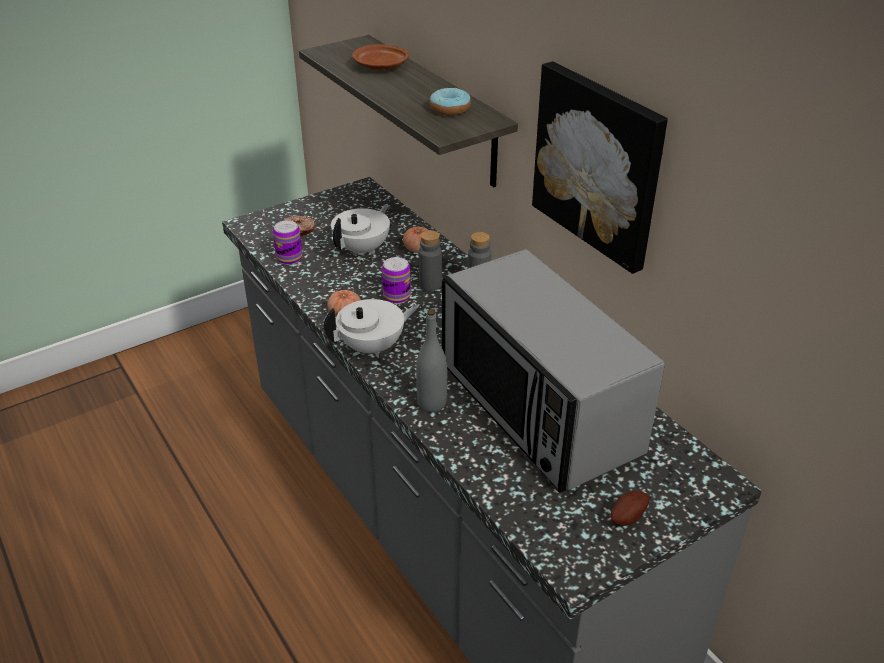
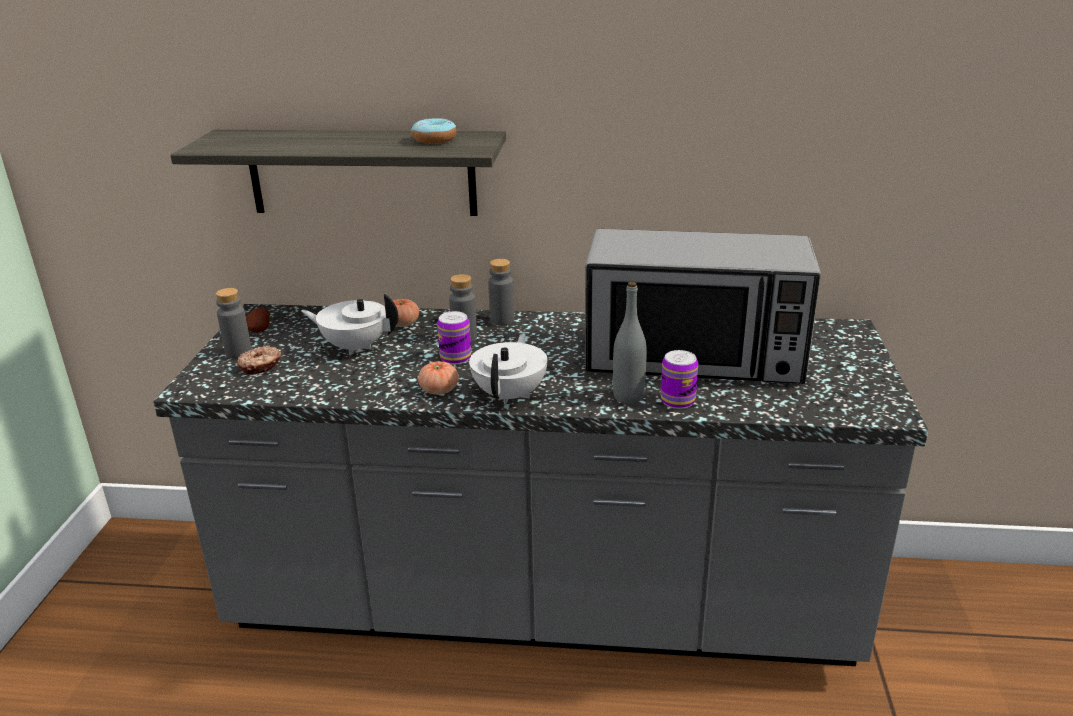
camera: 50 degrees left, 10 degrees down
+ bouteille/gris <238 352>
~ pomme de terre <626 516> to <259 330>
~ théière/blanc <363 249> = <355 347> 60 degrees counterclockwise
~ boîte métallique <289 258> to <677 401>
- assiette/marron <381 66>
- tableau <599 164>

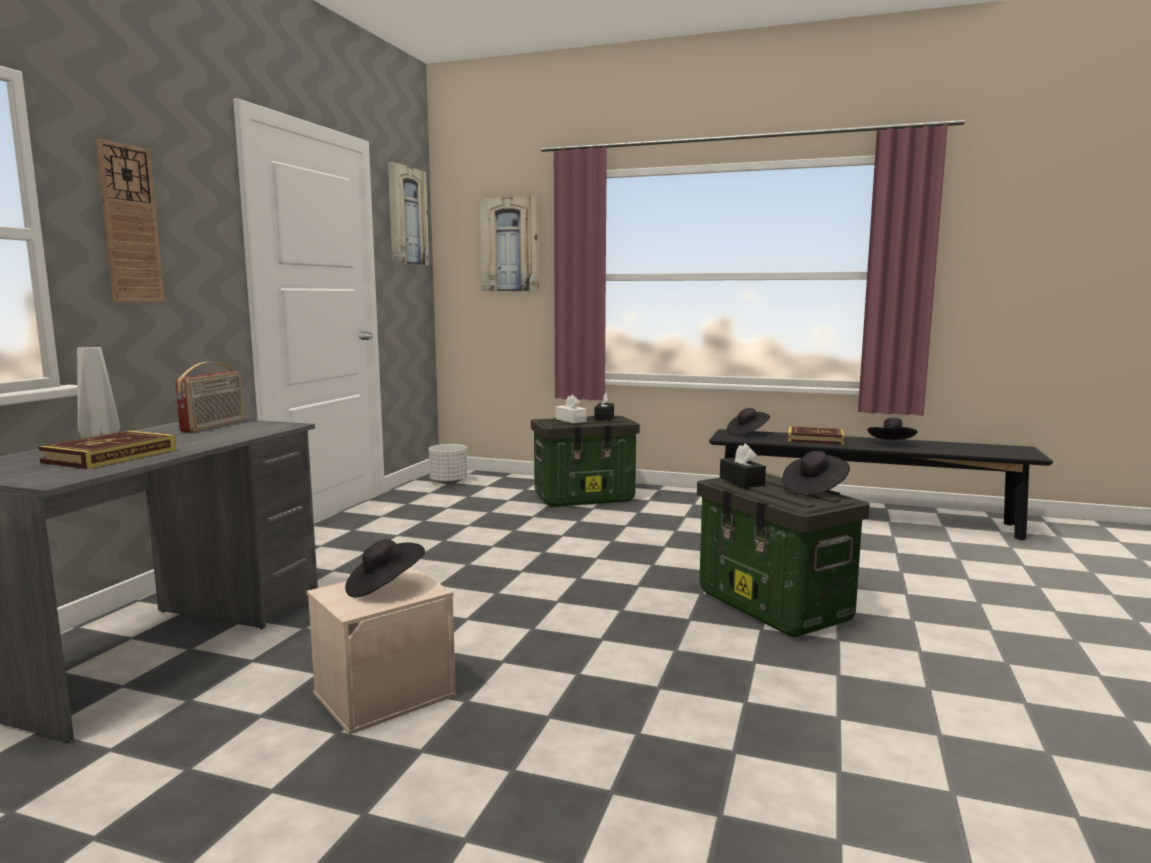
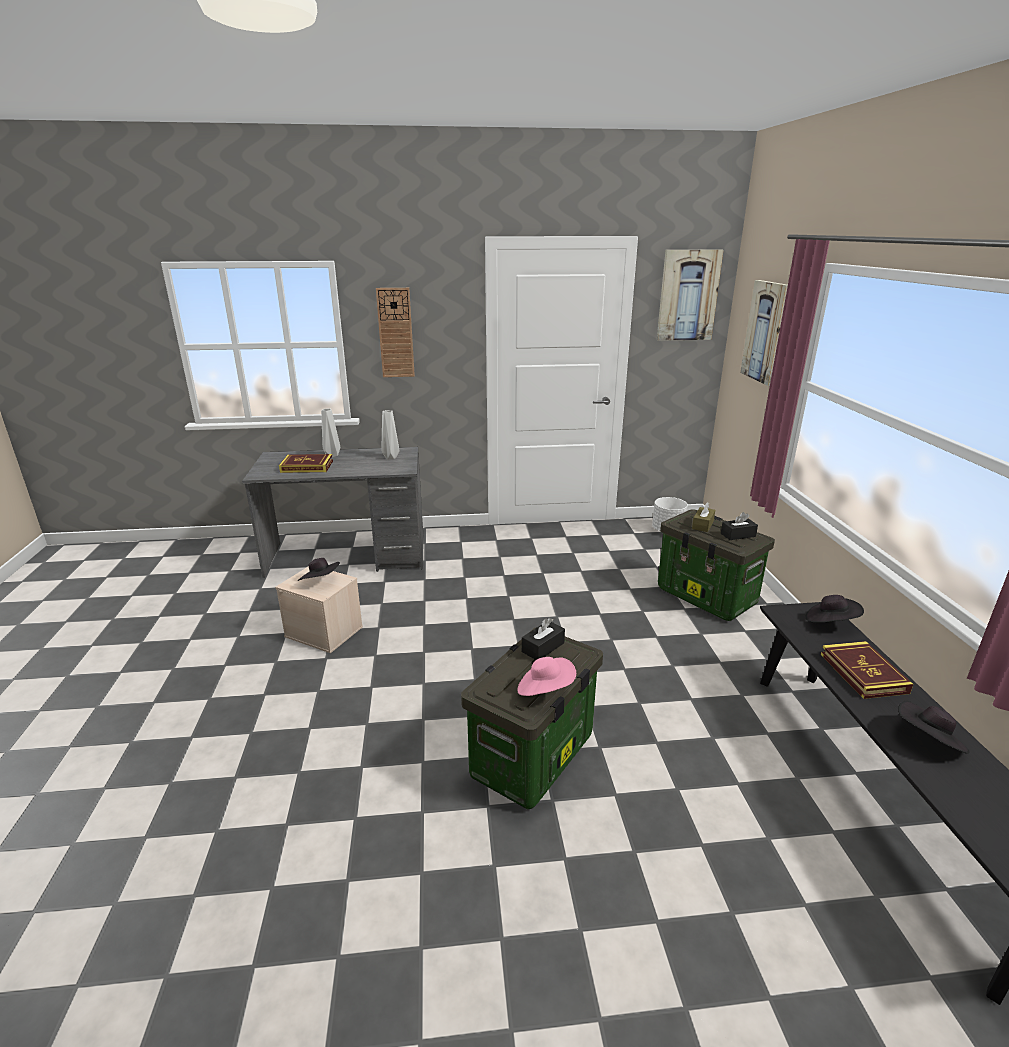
camera: 65 degrees right, 15 degrees up
~ radio <214 426> to vase/gris <391 458>
~ chapeau/noir <814 489> to chapeau/rose <545 690>
~ boîte à mouchoirs/blanc <571 420> to boîte à mouchoirs/marron <702 525>

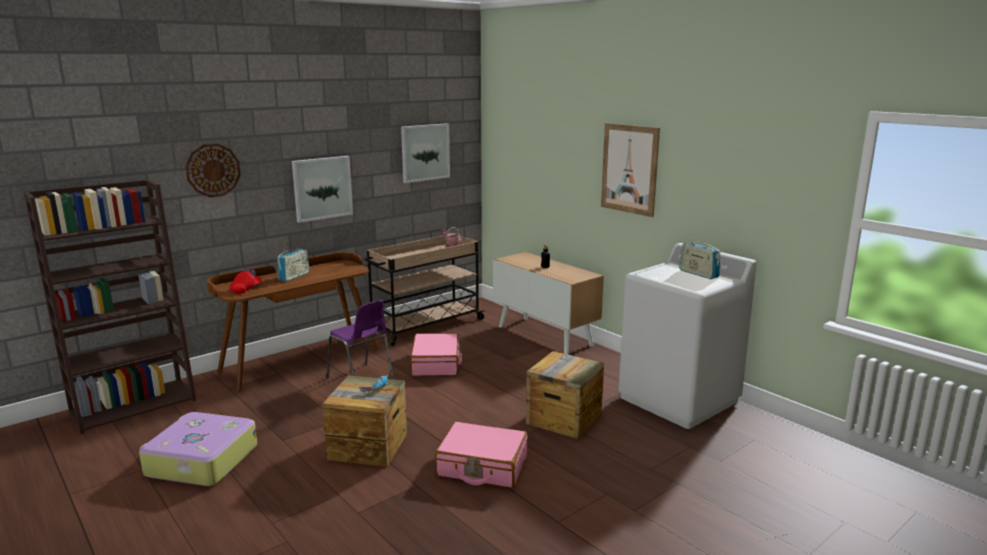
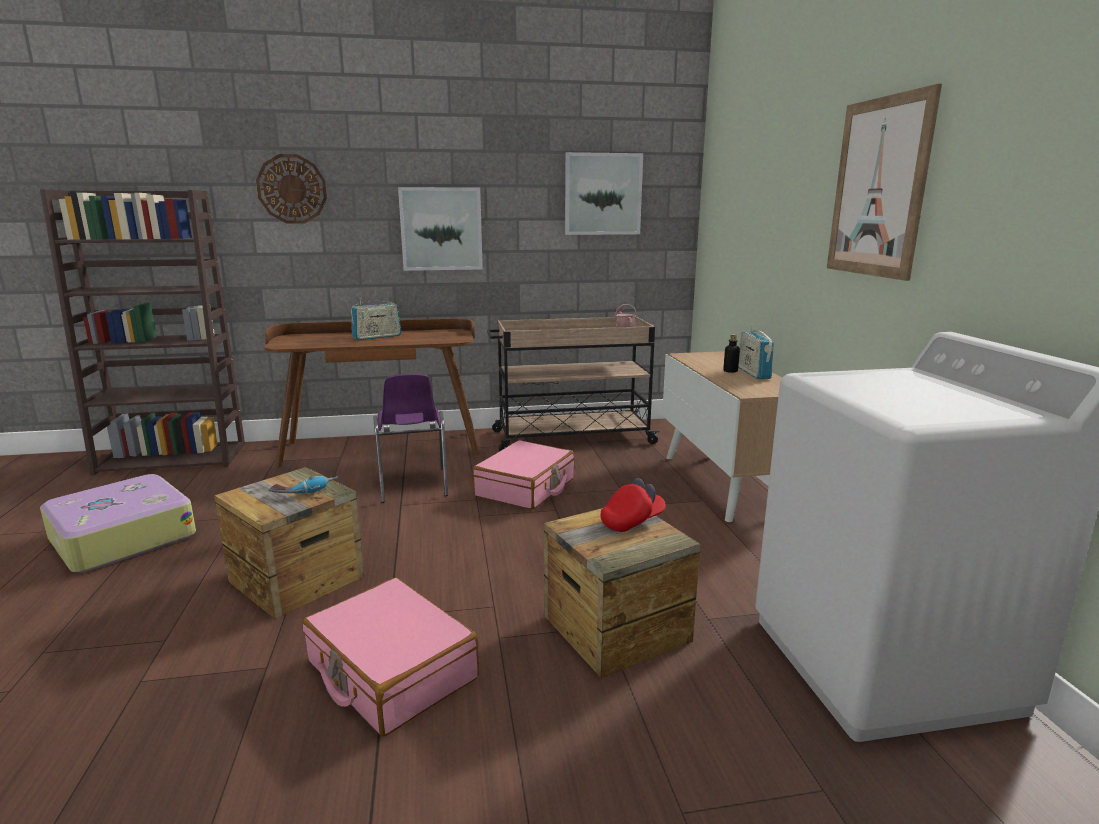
camera: 30 degrees right, 0 degrees up
~ casquette/rouge <246 289> to <632 521>
~ radio <698 274> to <753 373>

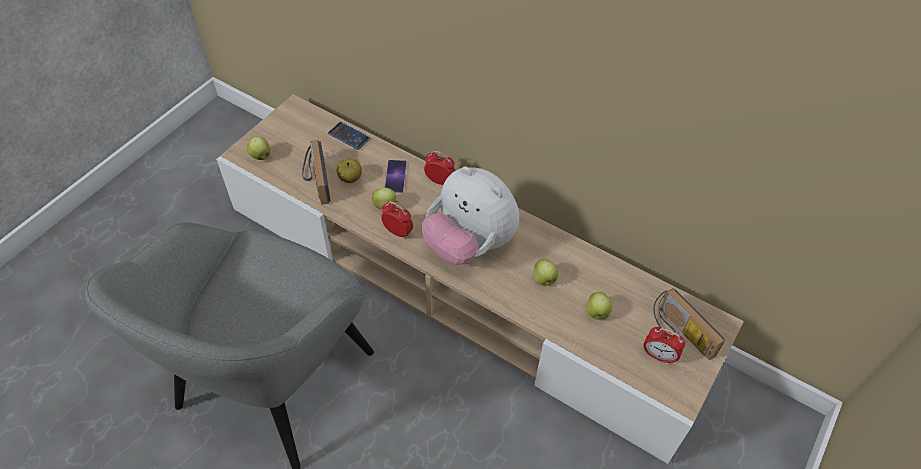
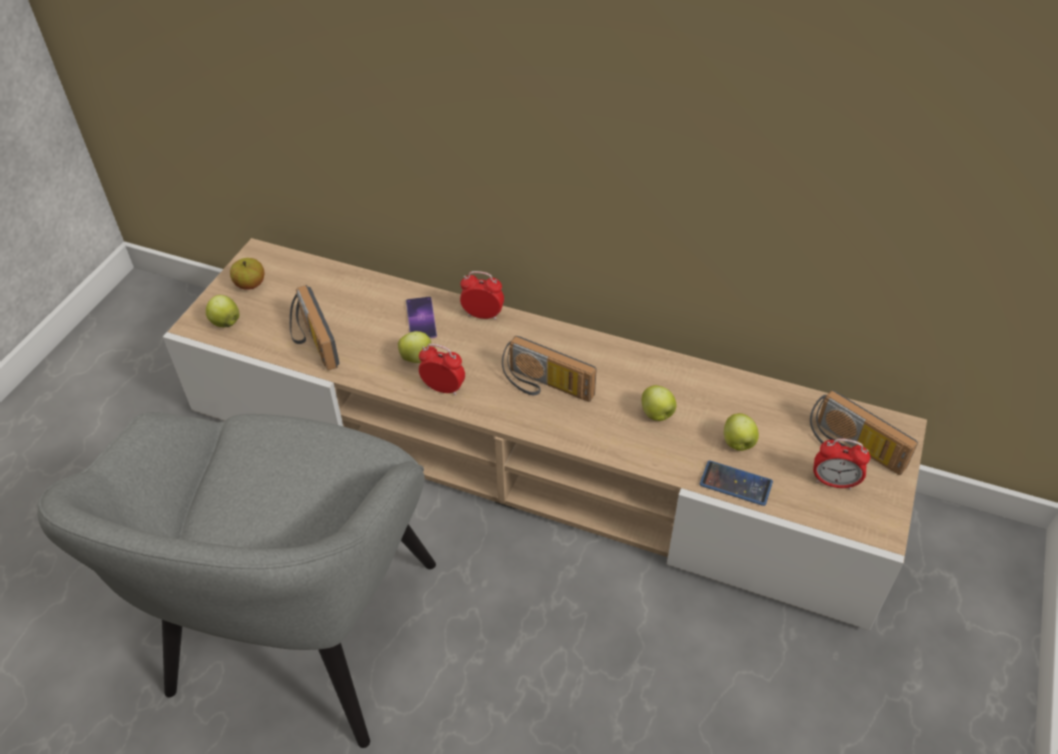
camera: 10 degrees left, 5 degrees down
~ pomme <350 178> to <250 284>
~ peluche <469 244> to radio <544 387>
~ téléphone <349 136> to <735 484>

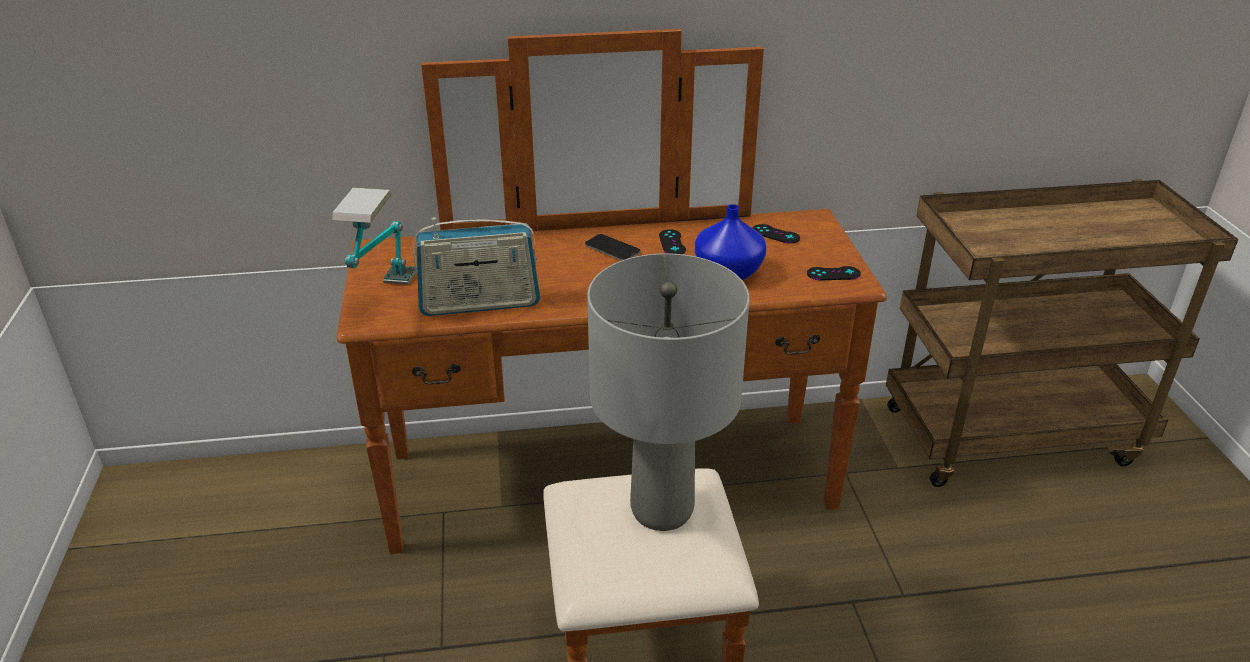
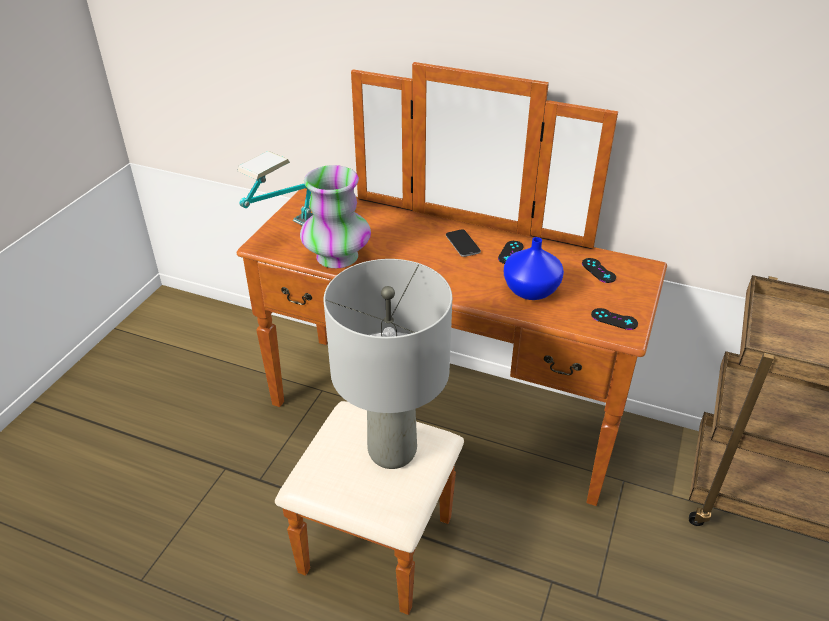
camera: 30 degrees right, 5 degrees up
~ radio <480 304> to vase <337 257>

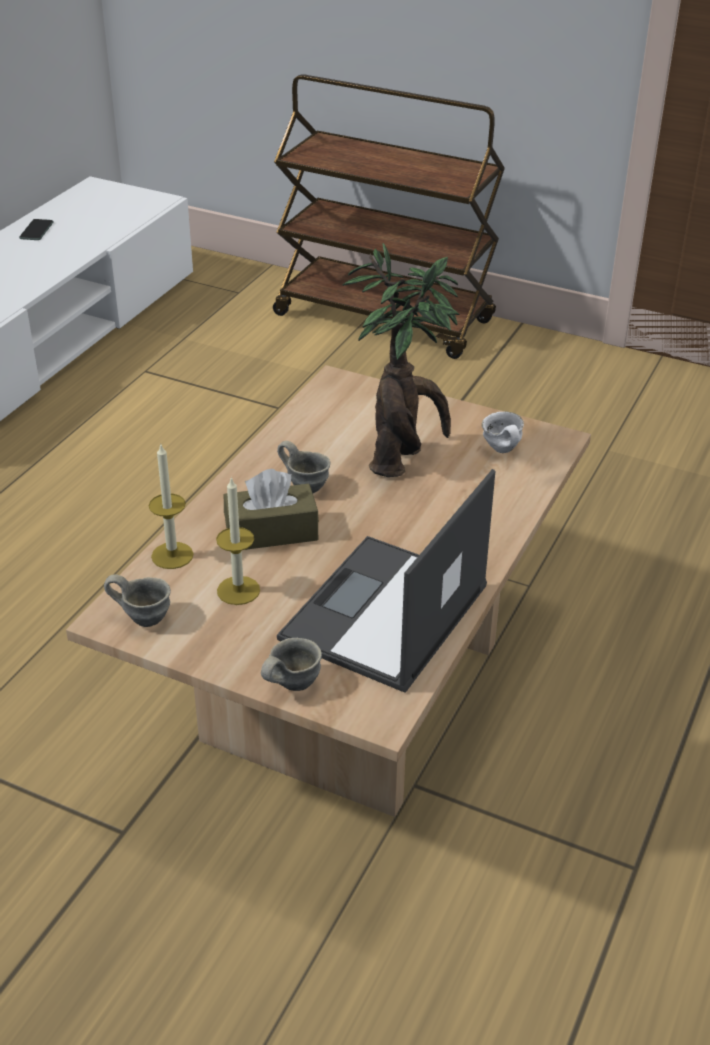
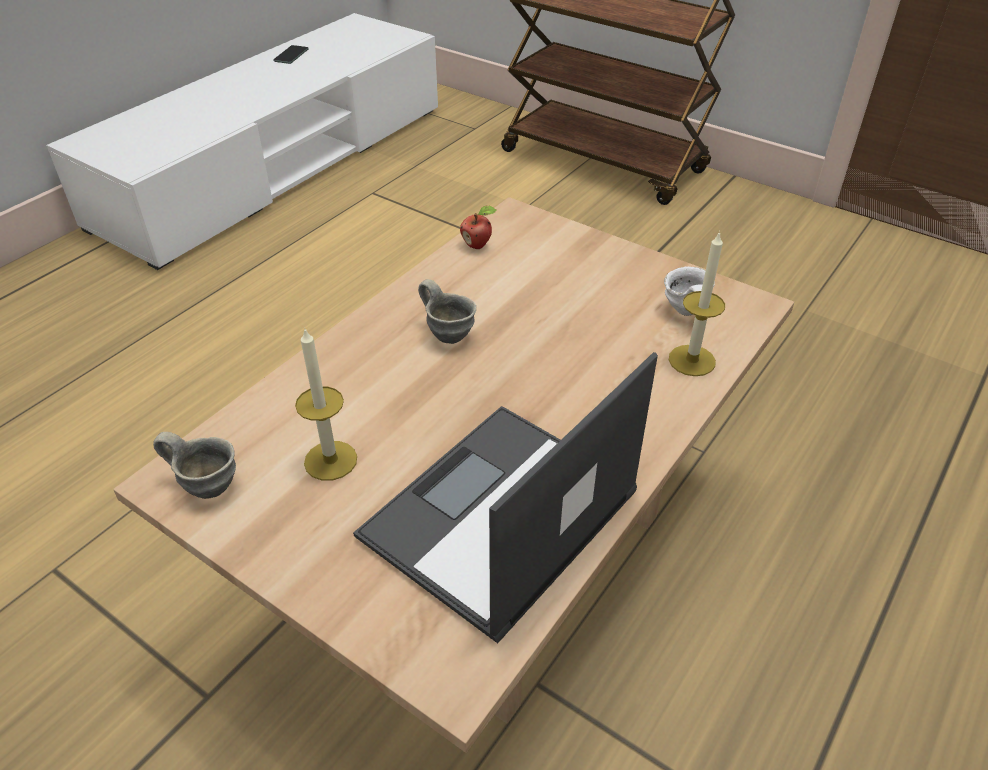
camera: 10 degrees right, 5 degrees up
+ pomme <478 245>
~ bougie <172 555> to <692 360>
- boîte à mouchoirs/marron <271 532>
- mug/gris <290 684>
- plante en pot <403 457>

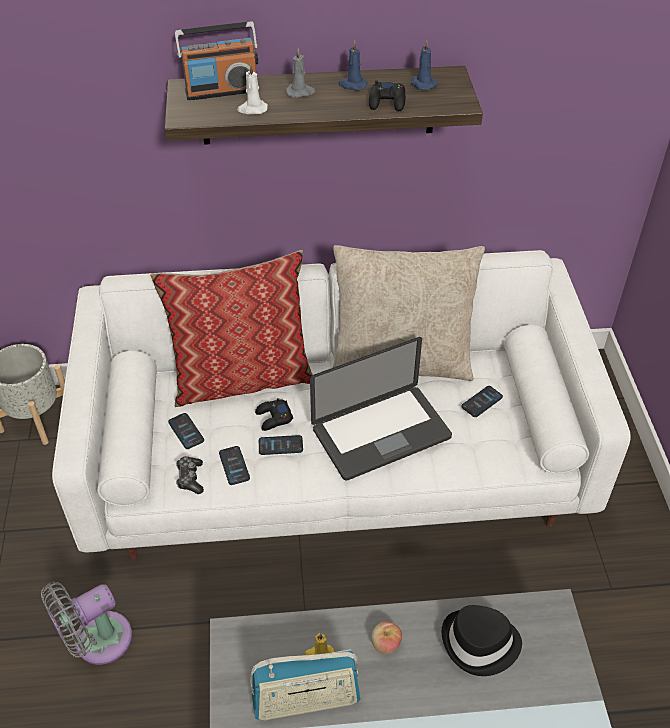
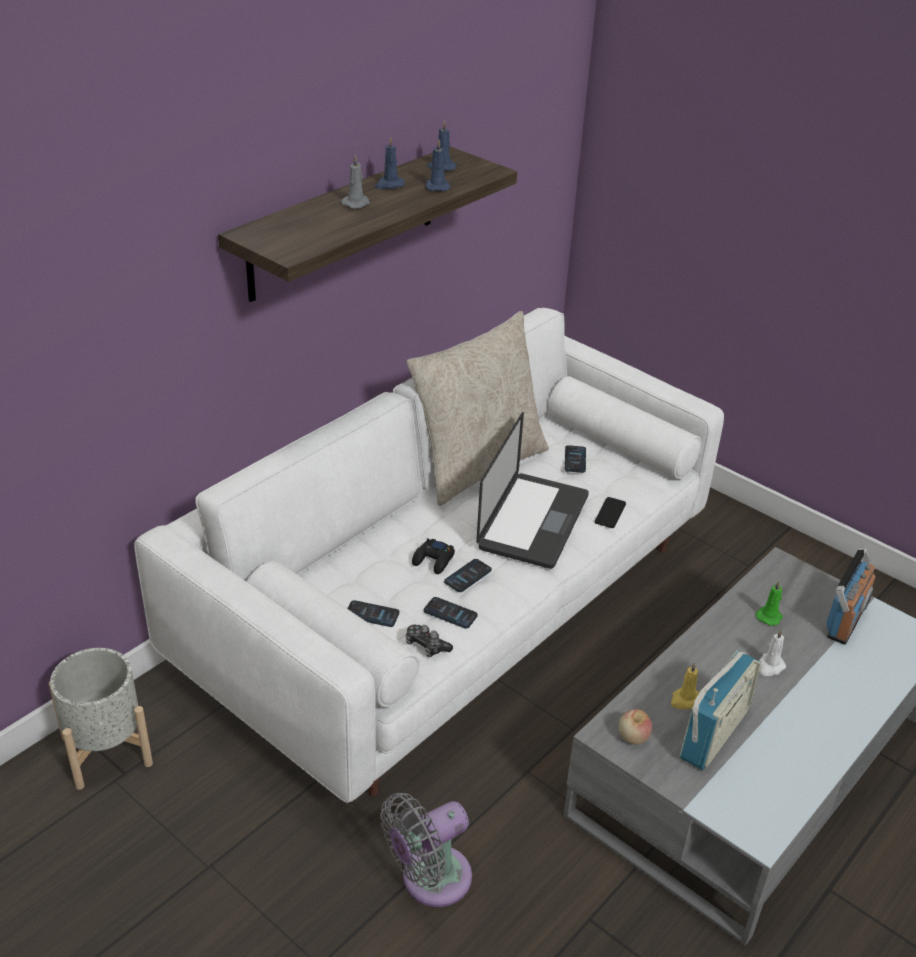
camera: 45 degrees left, 10 degrees down
~ ventilateur/gris <97 641> = <429 880> 45 degrees clockwise
~ manette/noir <387 101> to bougie/bleu <437 186>
+ téléphone <610 513>
~ pomme <385 644> to <633 737>
~ chapeau/noir <480 643> to bougie/vert <769 616>
~ bougie/blanc <252 109> to <770 666>
~ radio <221 91> to <845 620>
- coussin <242 378>

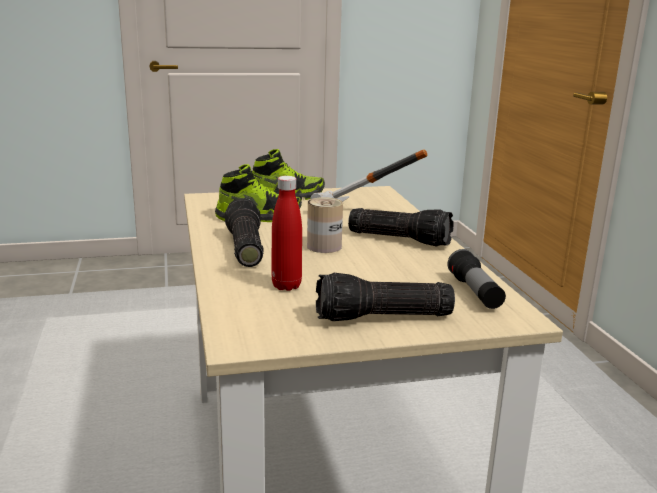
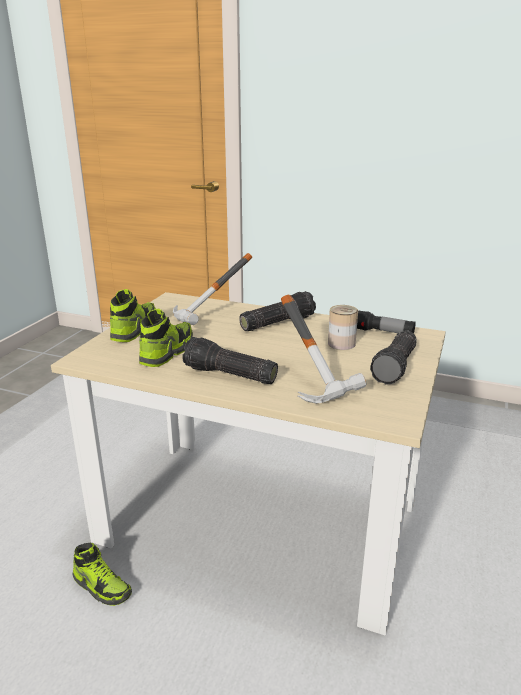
camera: 55 degrees left, 5 degrees up
+ chaussure <102 587>
~ bouteille/rouge <286 286> to marteau <320 380>
~ boîte métallique <324 246> to <341 344>

